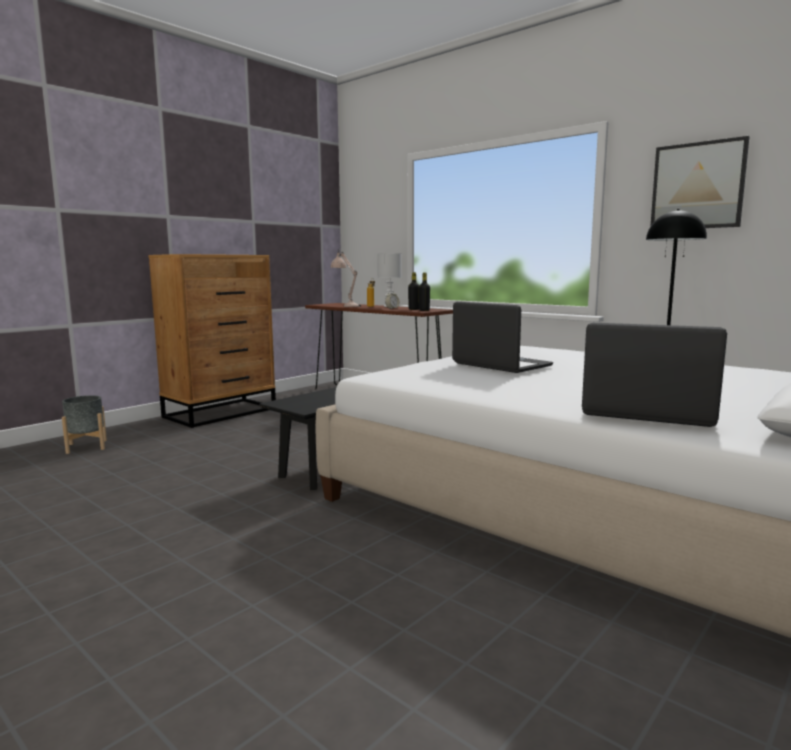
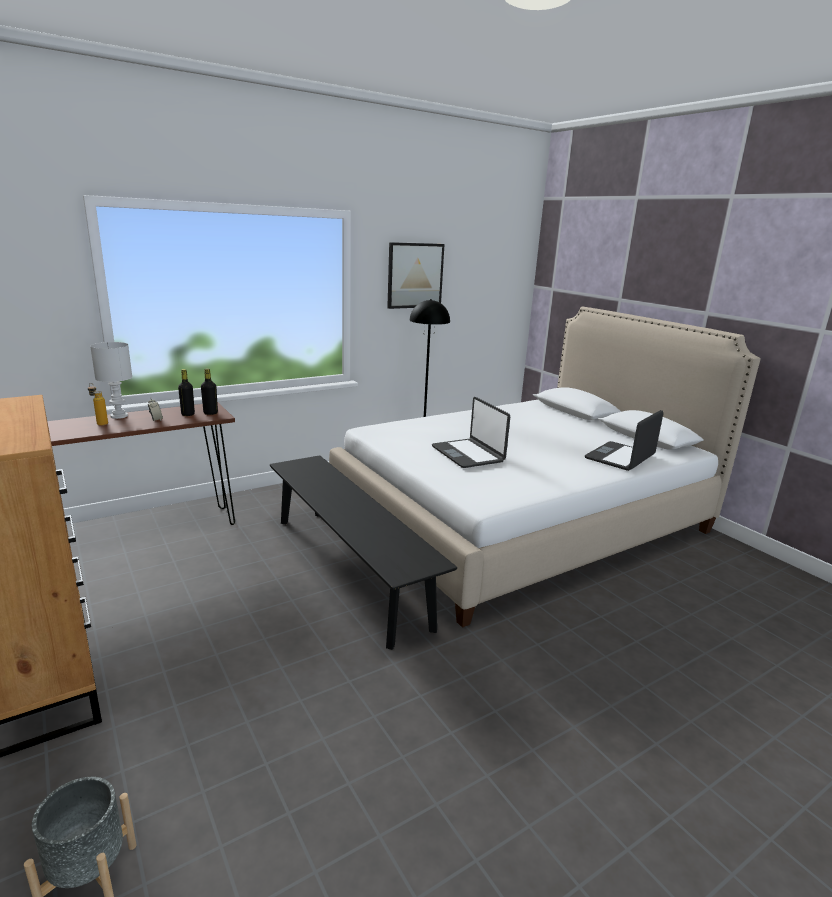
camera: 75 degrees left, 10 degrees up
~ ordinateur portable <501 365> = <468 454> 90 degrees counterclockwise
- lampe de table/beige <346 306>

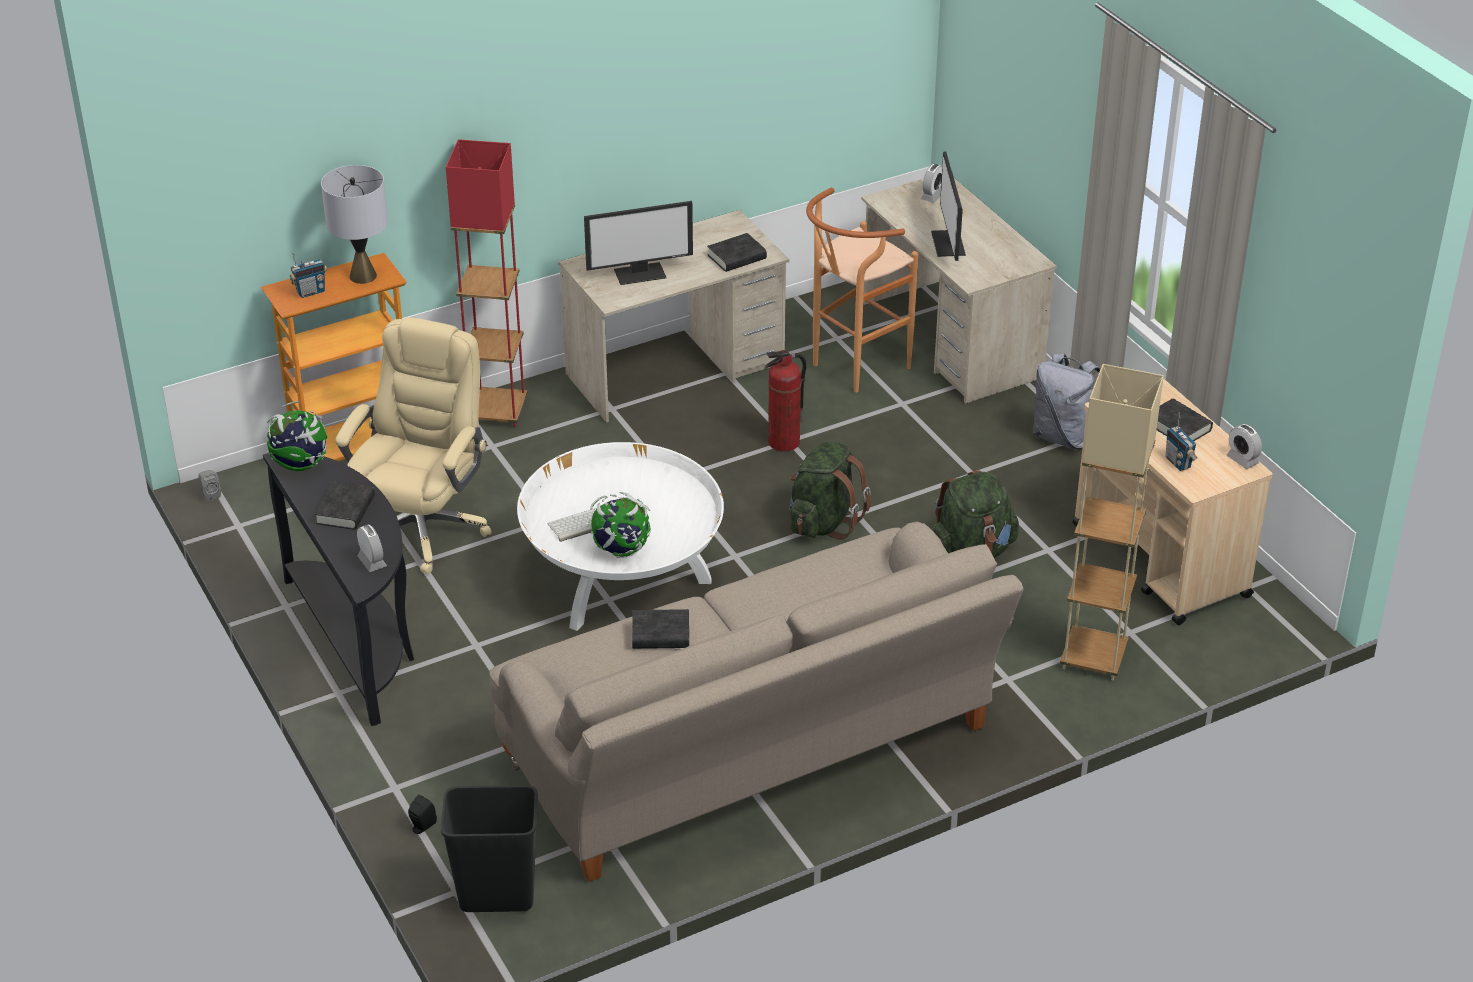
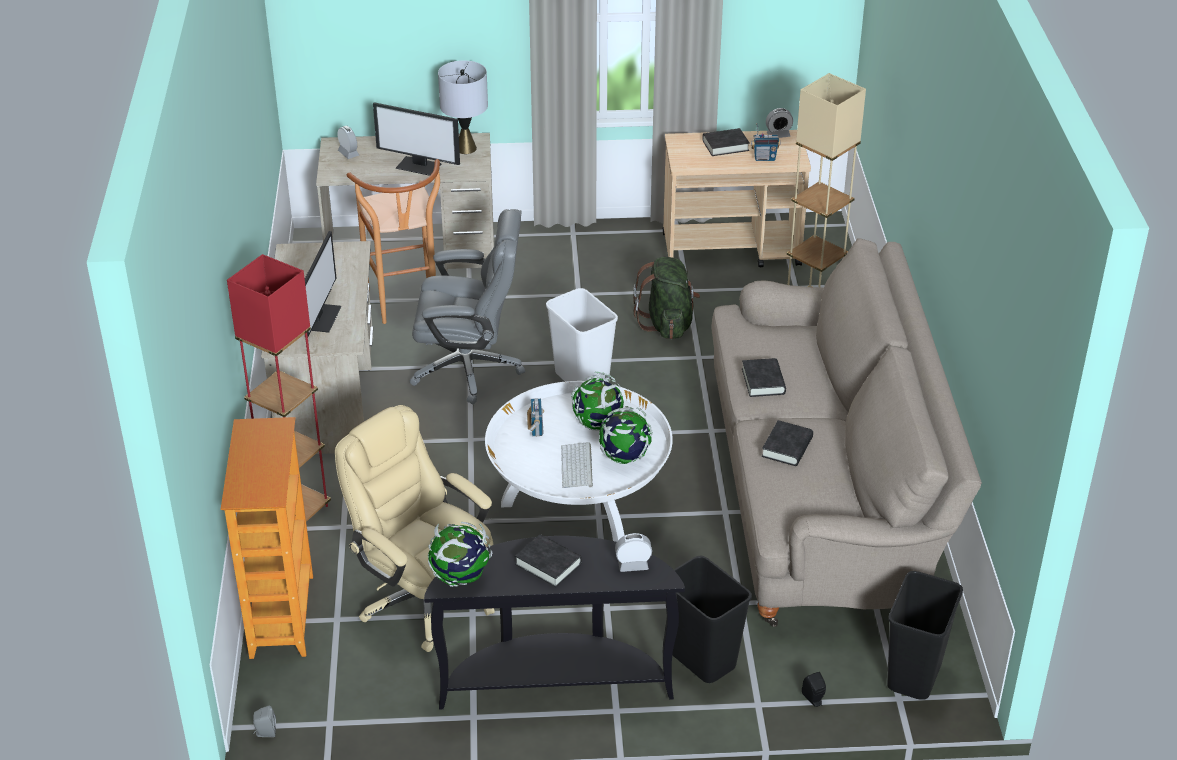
camera: 65 degrees left, 0 degrees up
~ extincteur <784 442> to chaise de bureau/gris <470 368>
~ lampe de table/gris <363 276> to <465 148>
~ radio <310 292> to <536 429>
~ sac à dos/vert <823 522> to poubelle/blanc <582 379>
+ globe <597 424>
+ poubelle/noir <704 660>
~ livre/noir <736 257> to <763 381>
- sac à dos/gris <1063 436>

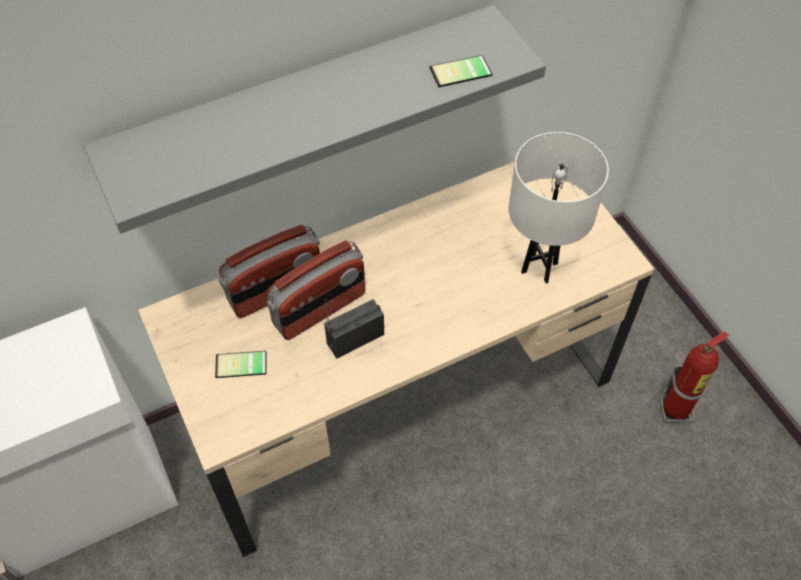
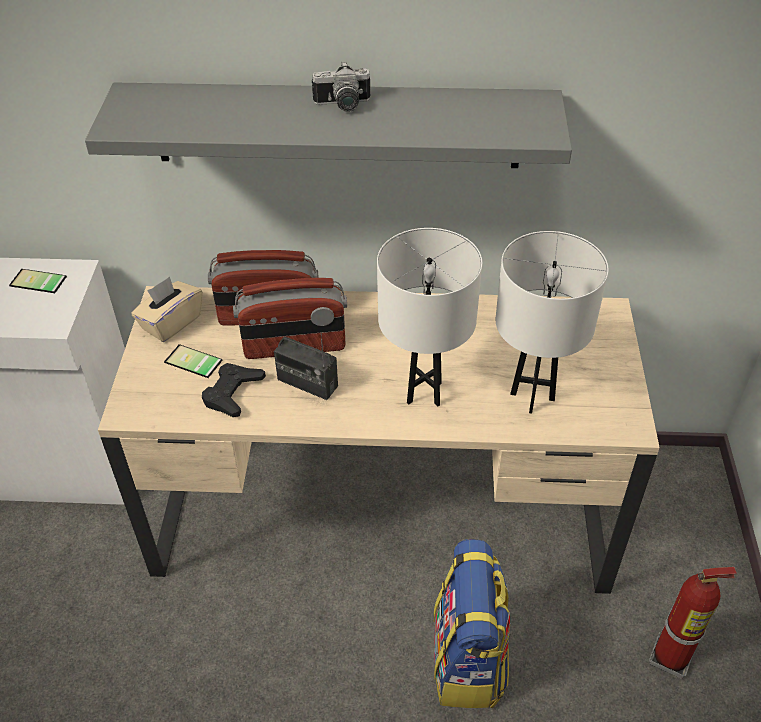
camera: 30 degrees right, 10 degrees down
~ téléphone <461 73> to <36 283>
+ boîte à mouchoirs/beige <171 323>
+ manette/noir <233 393>
~ radio <355 338> = <307 383> 150 degrees counterclockwise
+ appareil photo <343 105>
+ lampe de table/blanc <424 392>
+ sac à dos <469 661>

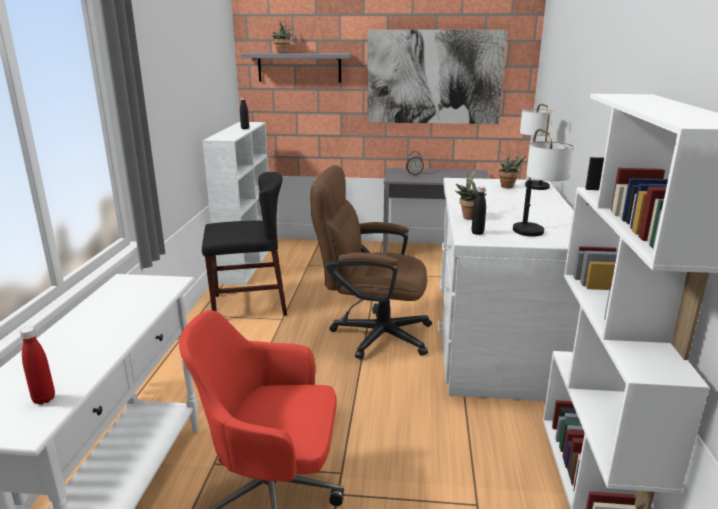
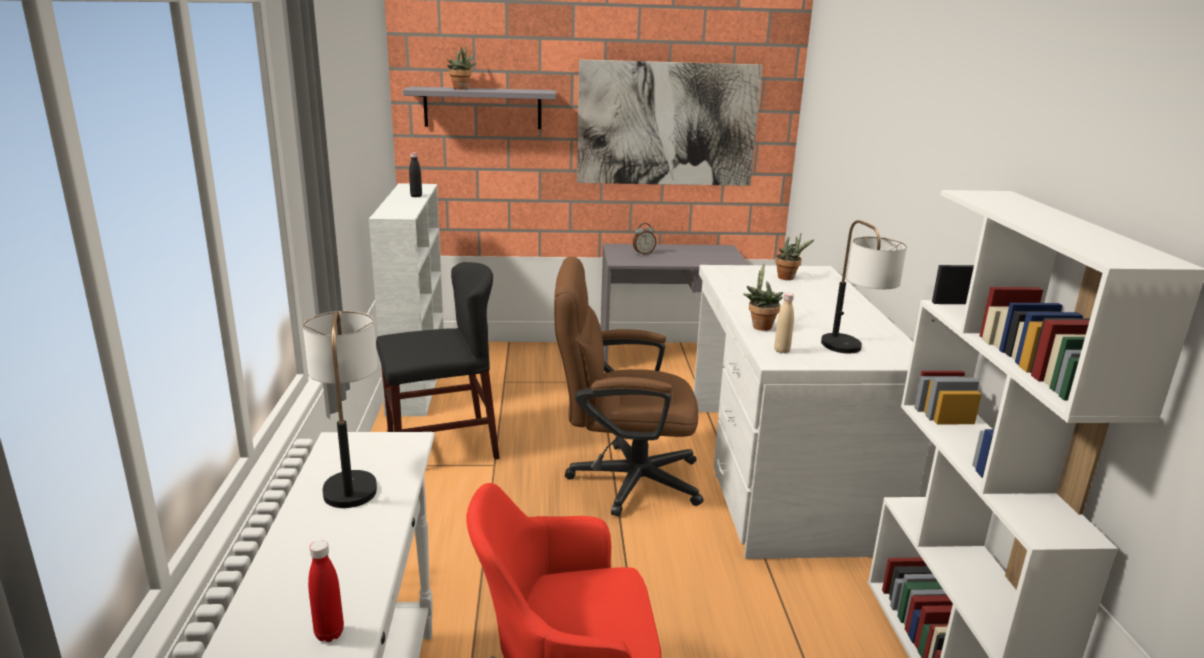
camera: 10 degrees left, 0 degrees up
~ lampe de table <532 183> to <351 476>
~ bouteille/noir <477 233> to bouteille/beige <781 351>

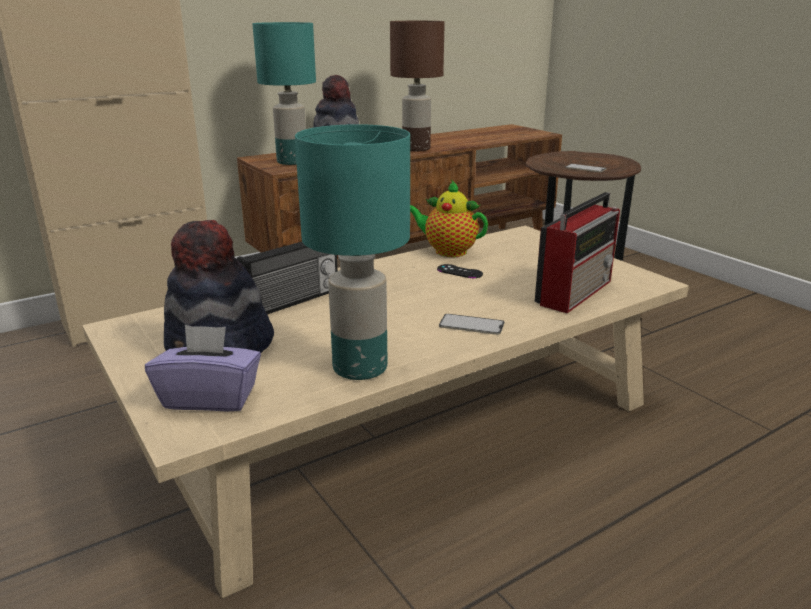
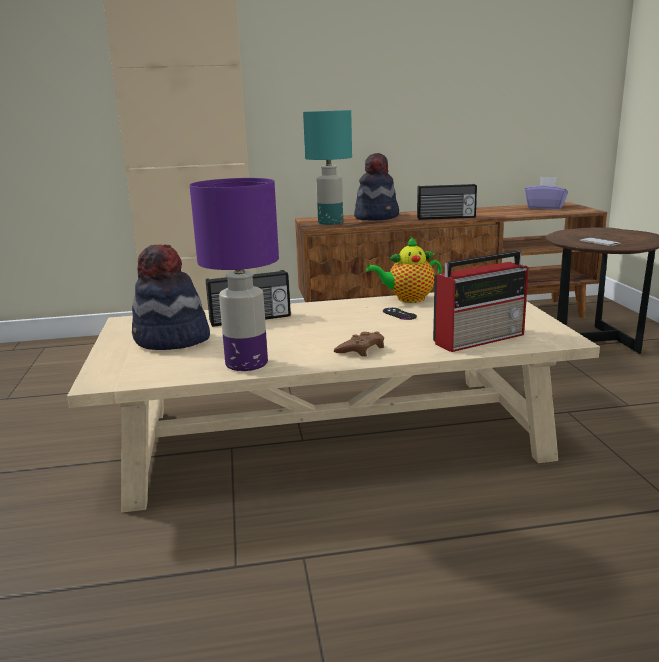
camera: 25 degrees right, 5 degrees down
~ lampe de table/turquoise <361 367> to lampe de table/violet <248 364>
~ téléphone <471 325> to manette/marron <361 349>
~ théière <447 251> = <407 299> 60 degrees counterclockwise
~ lampe de table/marron <416 148> to radio <446 218>
~ boîte à mouchoirs/violet <210 398> to <545 207>

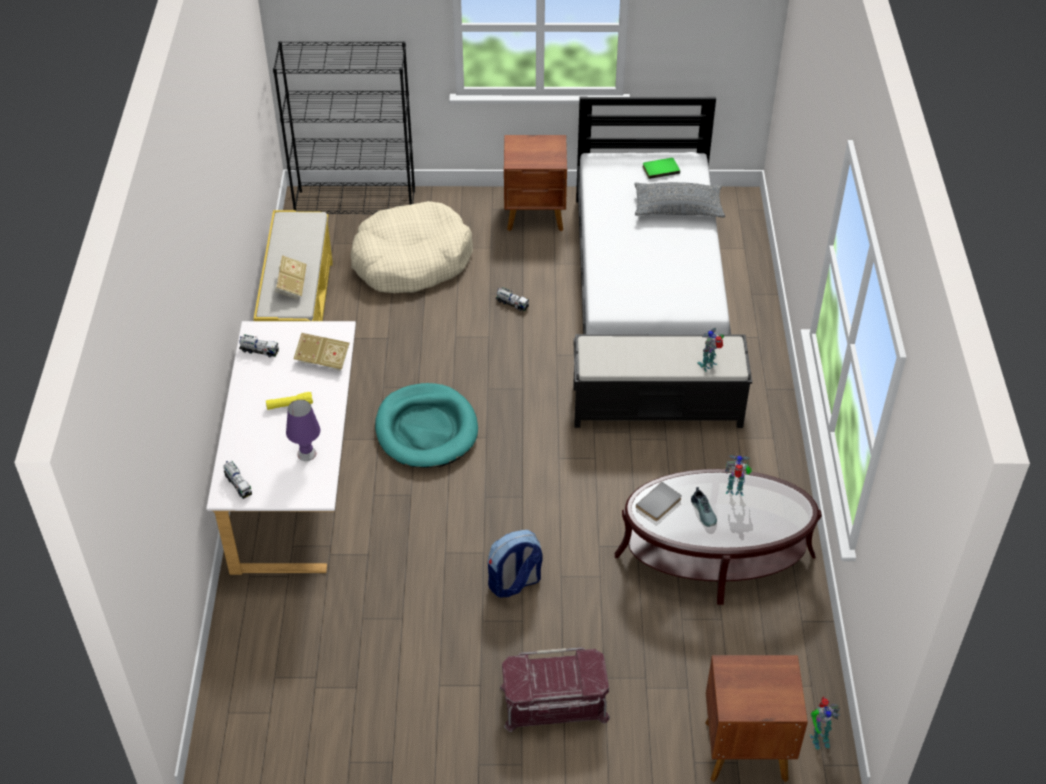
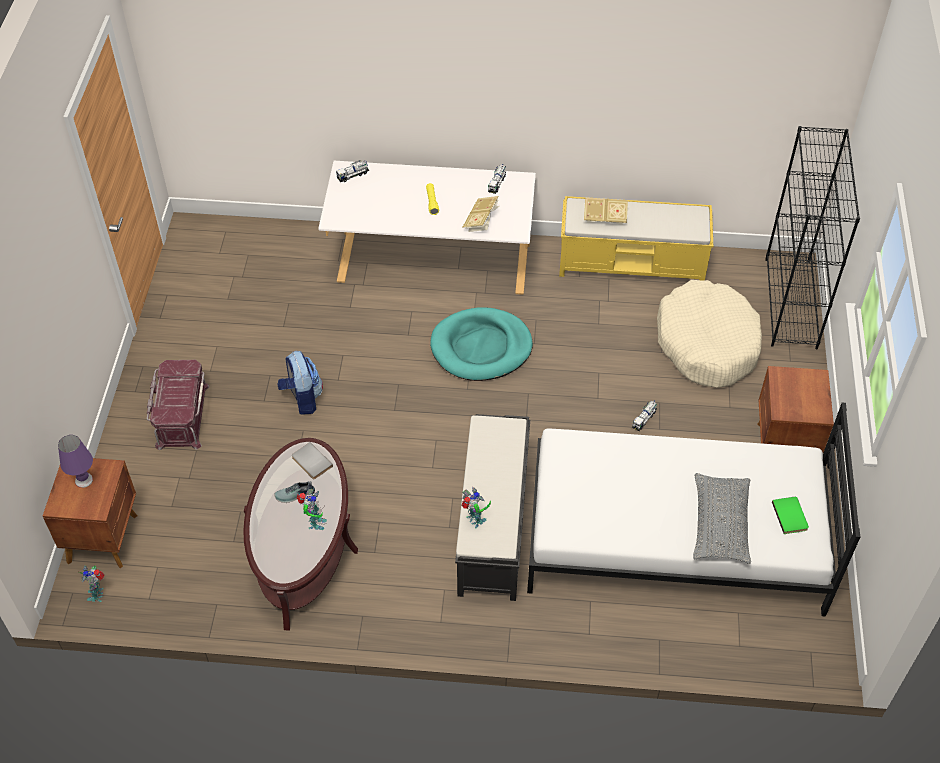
camera: 95 degrees right, 5 degrees up
~ lampe de table/violet <306 454> to <84 480>

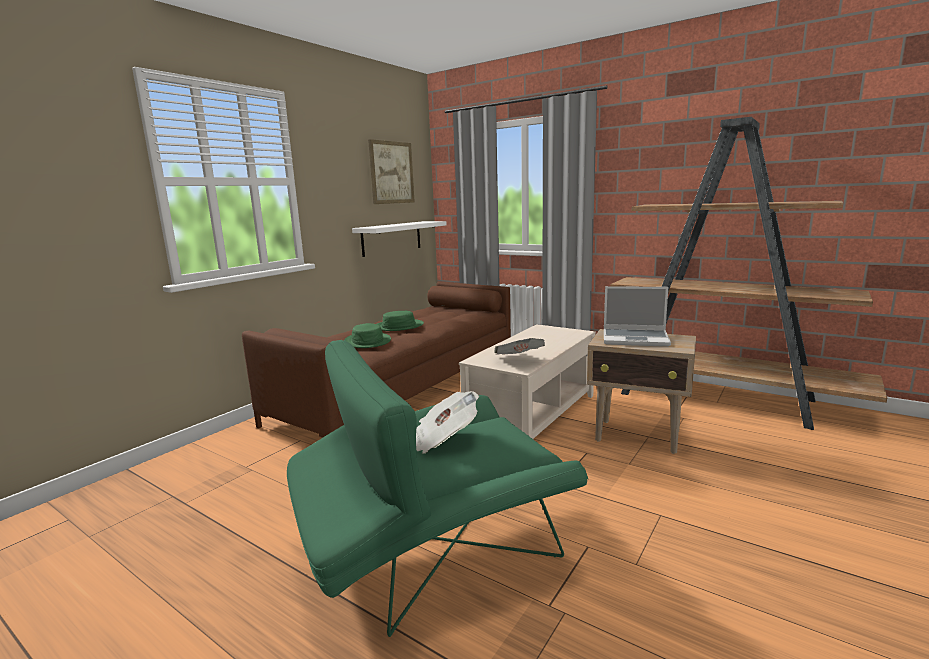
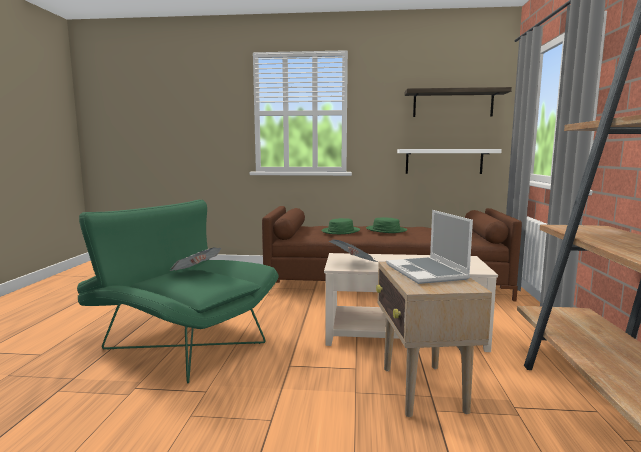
camera: 60 degrees right, 5 degrees down
~ tableau <392 172> to étagère <453 103>

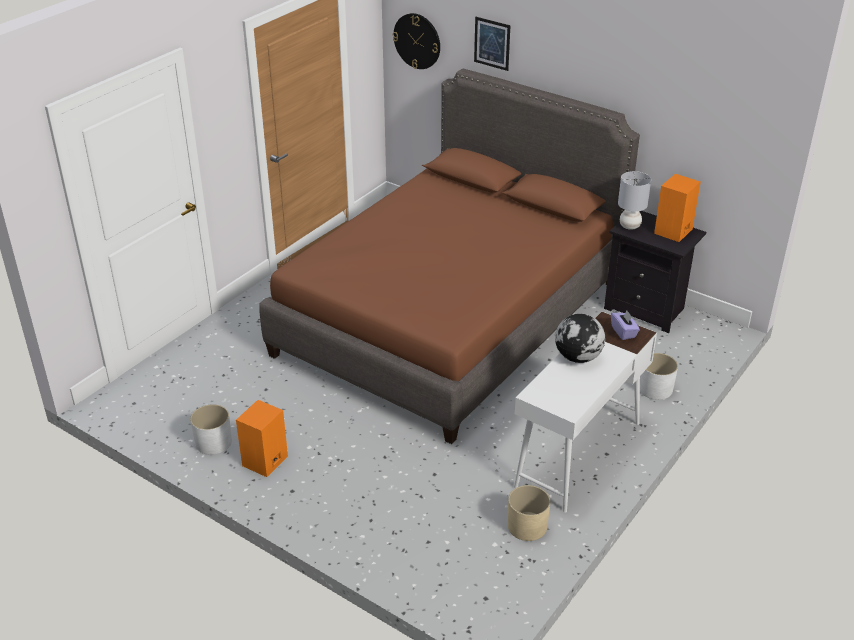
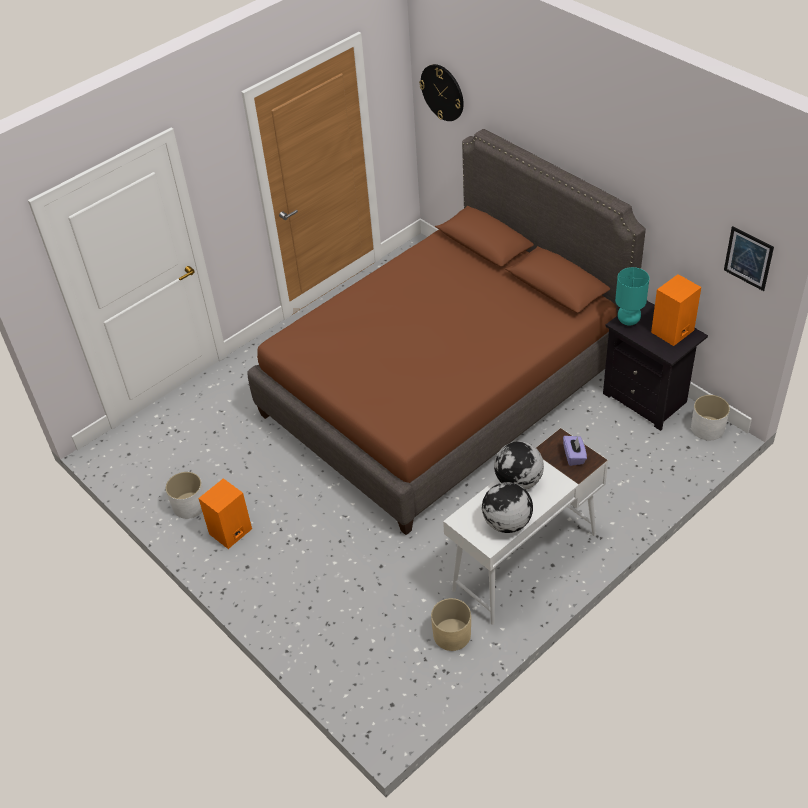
camera: 15 degrees right, 10 degrees up
+ globe <506 523>
~ lampe de table/gris <629 226> to lampe de table/turquoise <628 320>
~ cache-pot/blanc <655 389> to <708 428>
~ tableau <492 43> to <748 258>

